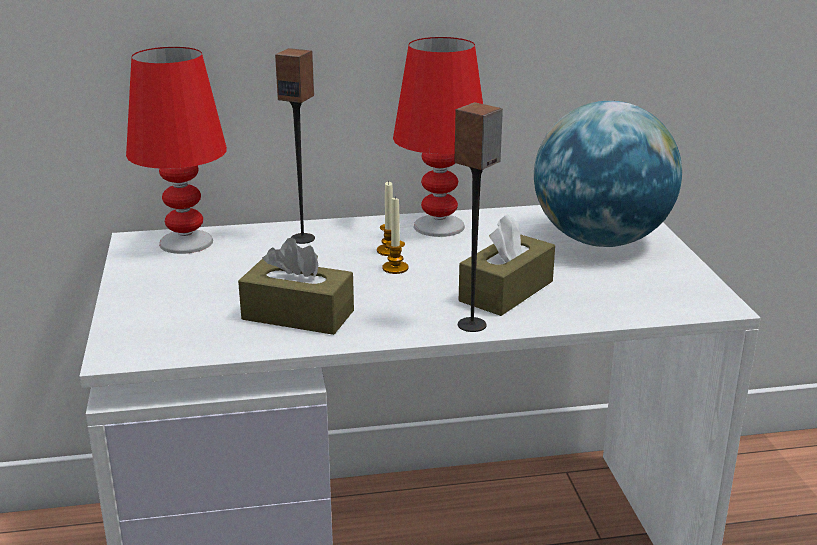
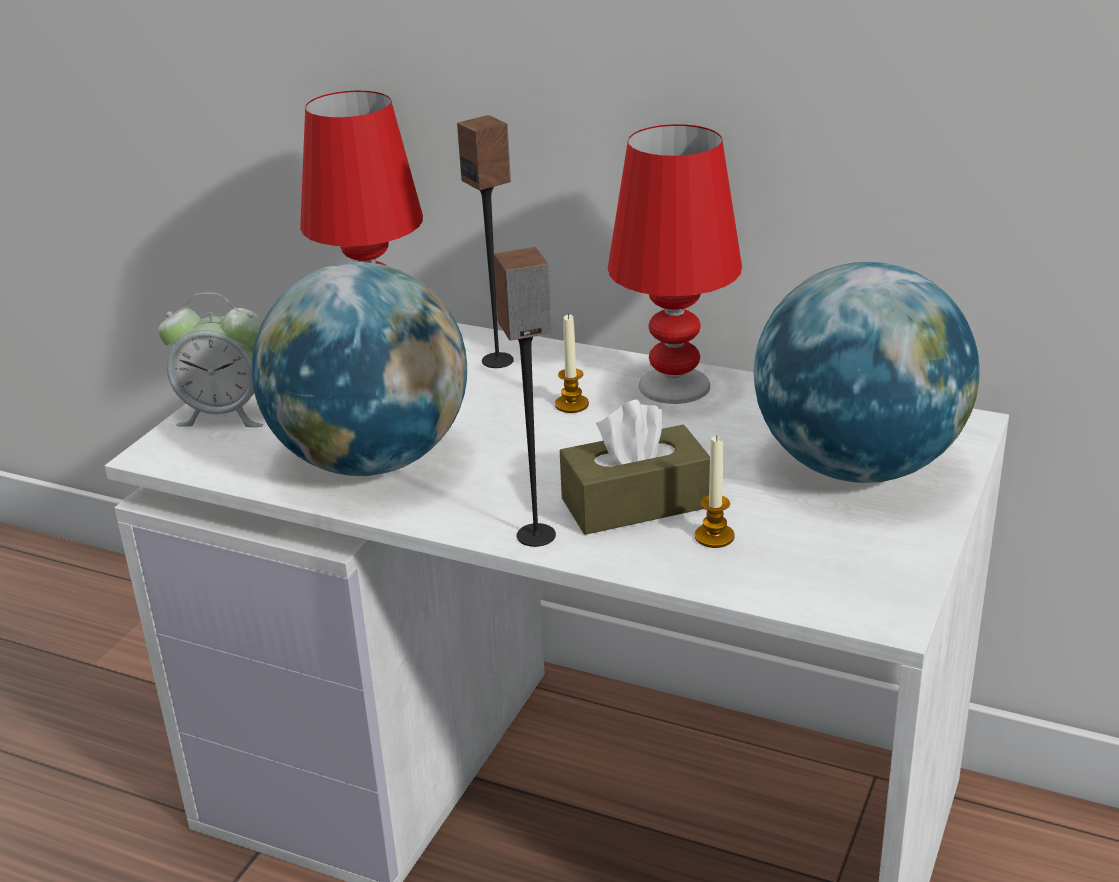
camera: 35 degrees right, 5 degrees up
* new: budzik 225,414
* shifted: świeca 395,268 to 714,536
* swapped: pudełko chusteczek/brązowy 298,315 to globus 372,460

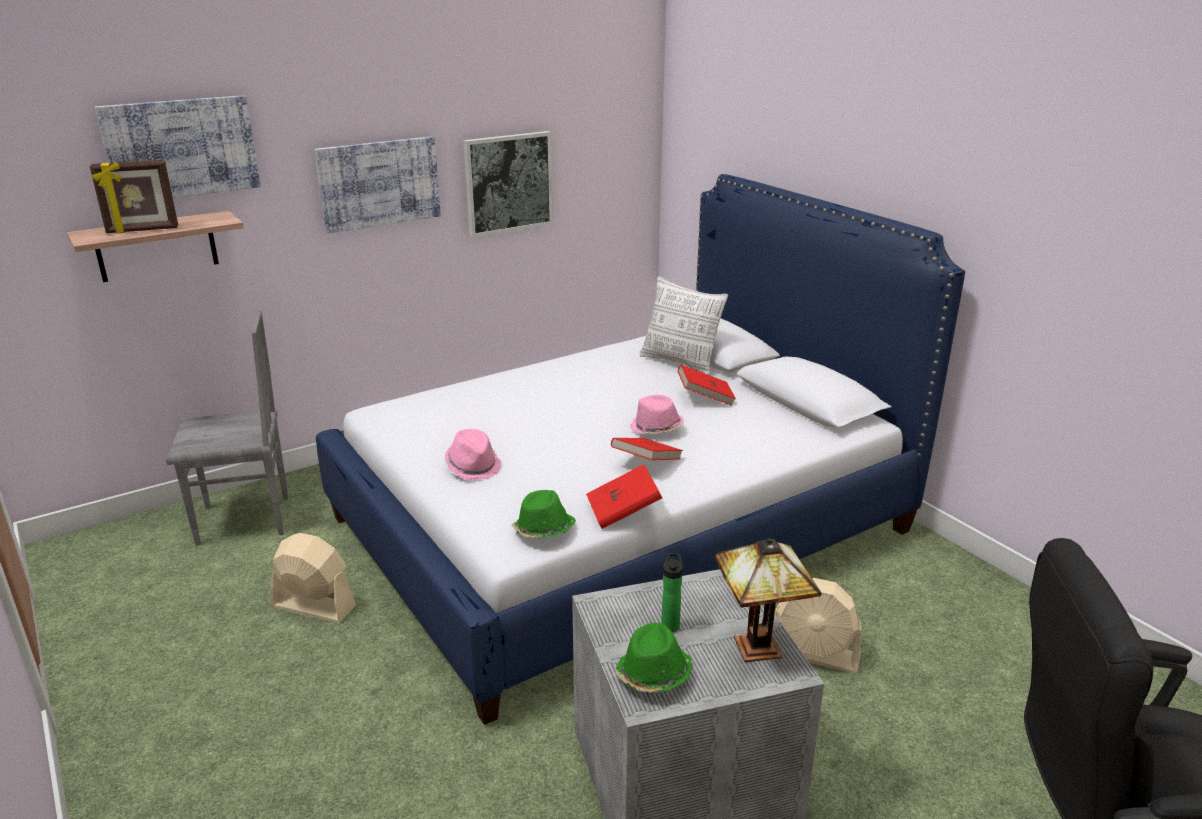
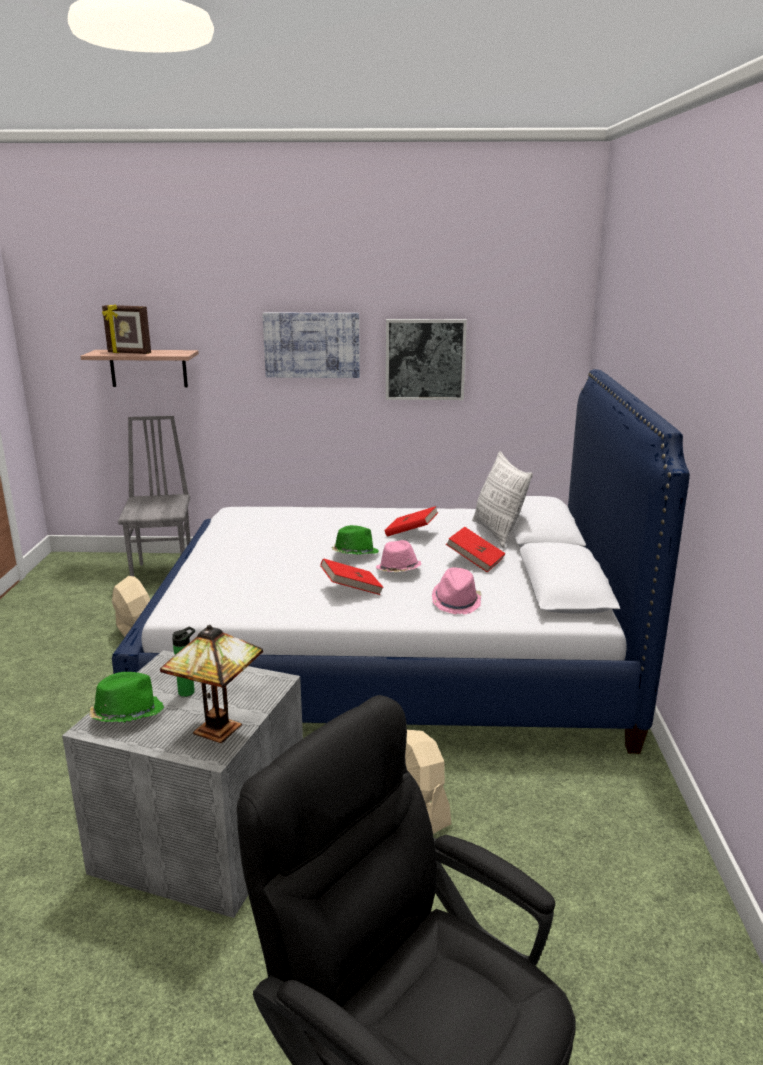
camera: 35 degrees right, 5 degrees down
* gone: obraz 181,148
* shifted: kapelusz/różowy 473,466 to 456,602
* shifted: kapelusz/zielony 543,530 to 354,554
* shifted: książka/czerwony 623,512 to 411,533
* rotated: krzesło/szary 244,521 = 164,574 120 degrees counterclockwise

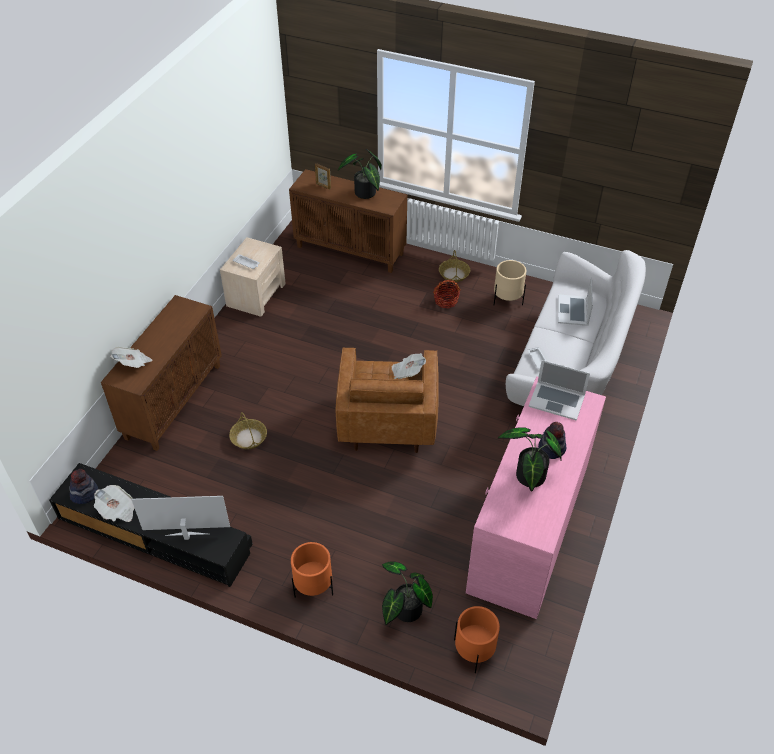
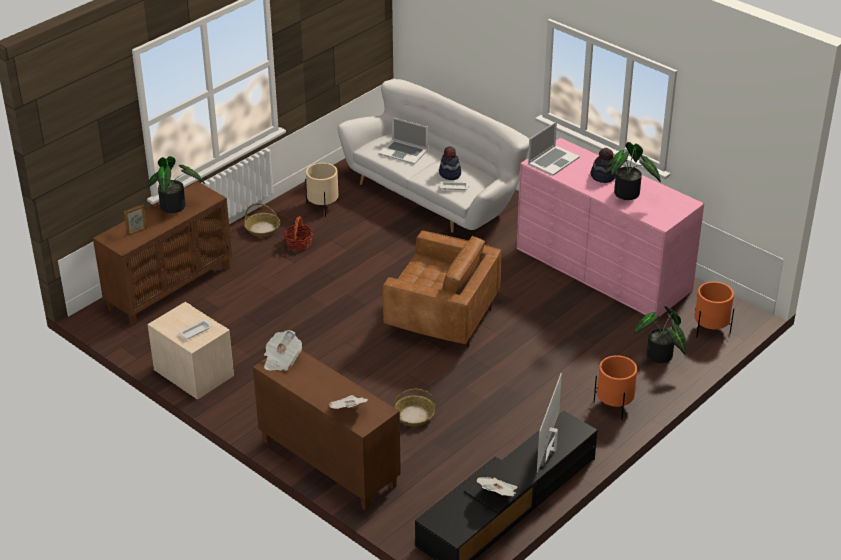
camera: 70 degrees left, 10 degrees down
* shifted: kapelusz 84,494 to 450,174
* shifted: gazeta 407,372 to 281,360

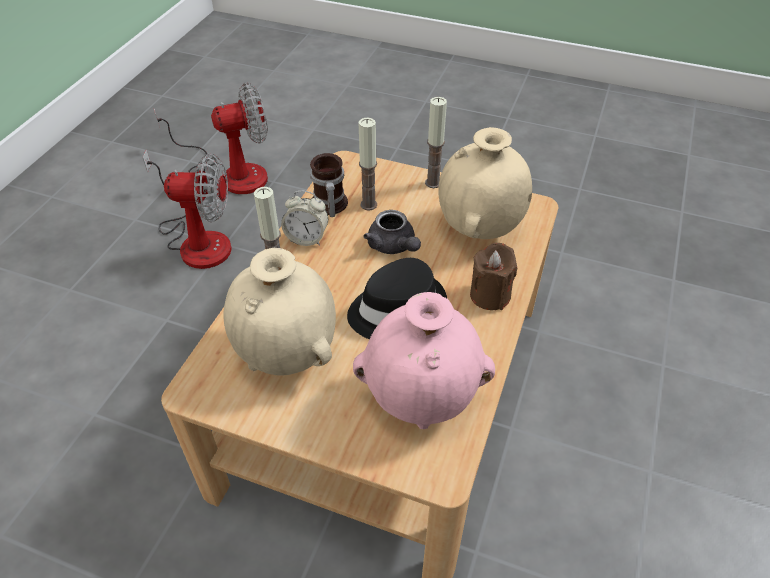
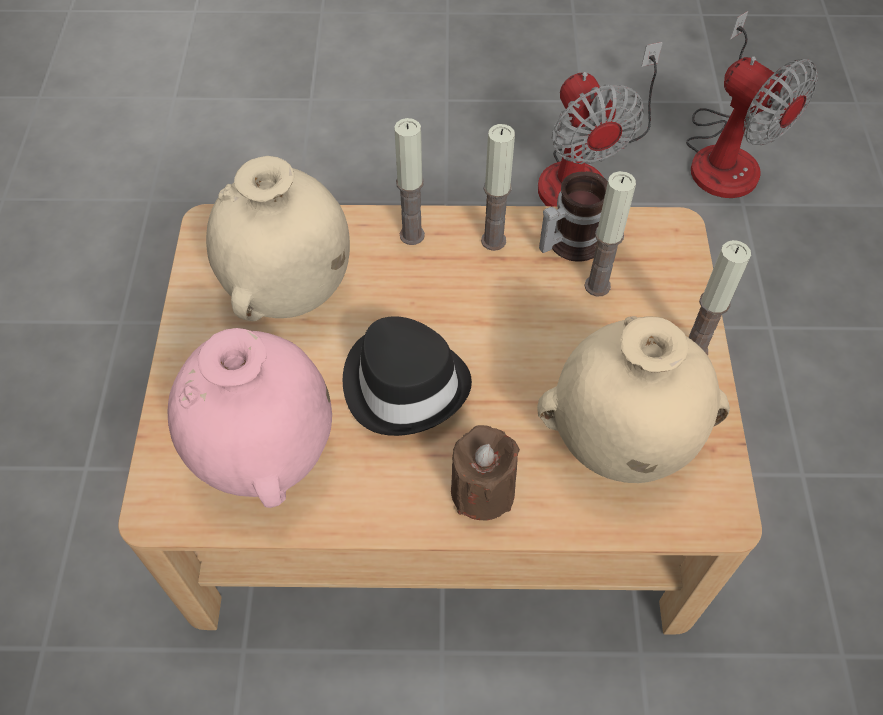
camera: 70 degrees right, 10 degrees up
* gone: imbryk/szary 393,246
* swapped: budzik 307,238 to świeca 493,240

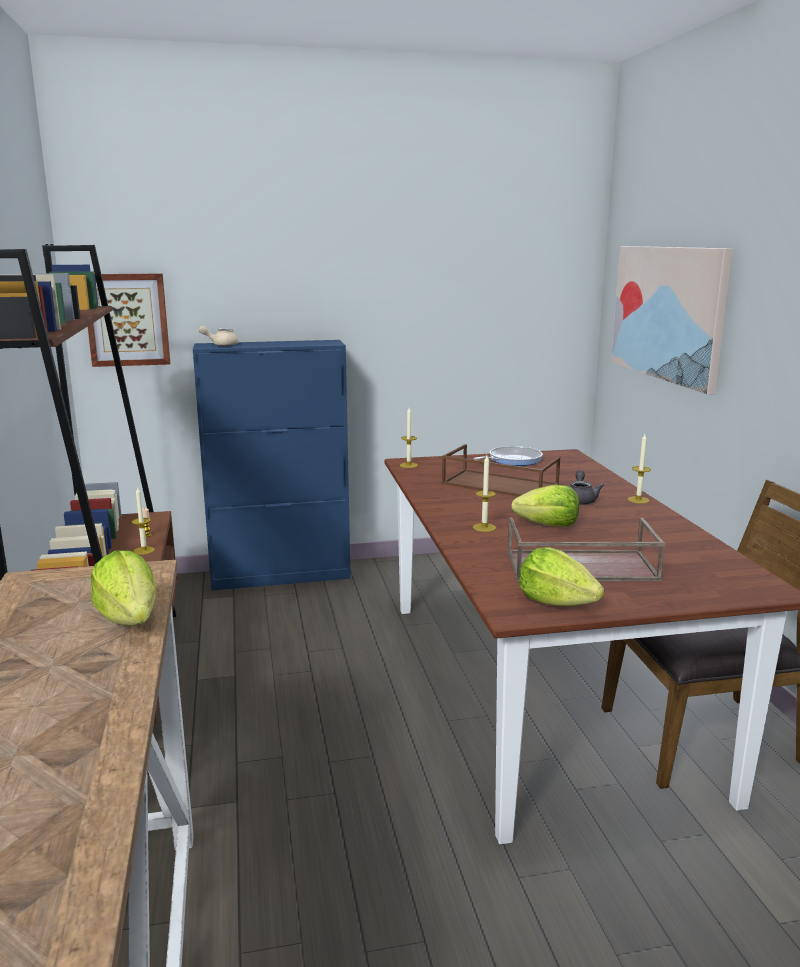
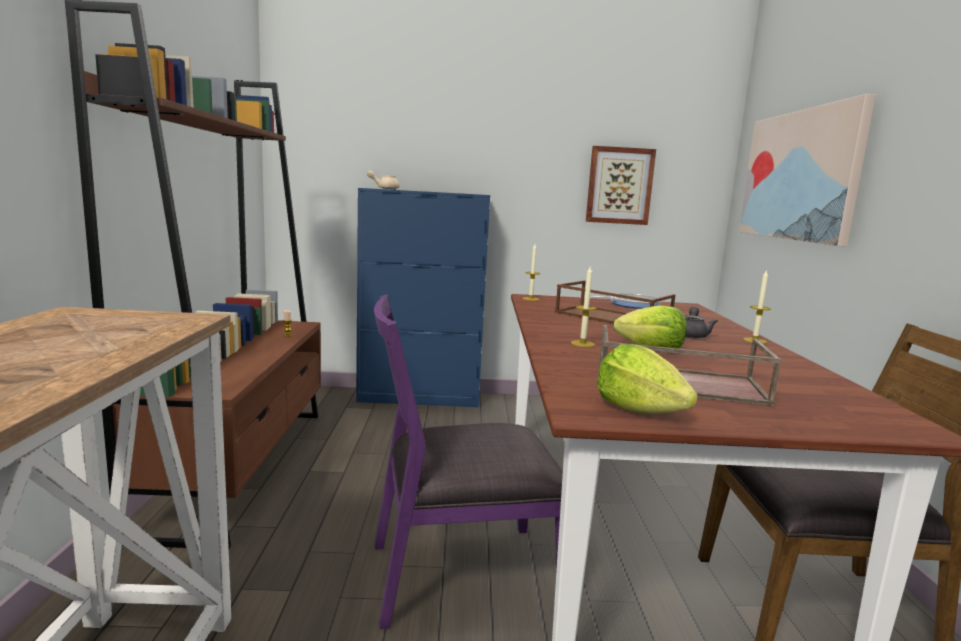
camera: 10 degrees right, 5 degrees down
* gone: sałata 130,619
* gone: świeca 144,550
* new: krzesło/fioletowy 461,574
* shifted: obraz 127,319 to 619,186

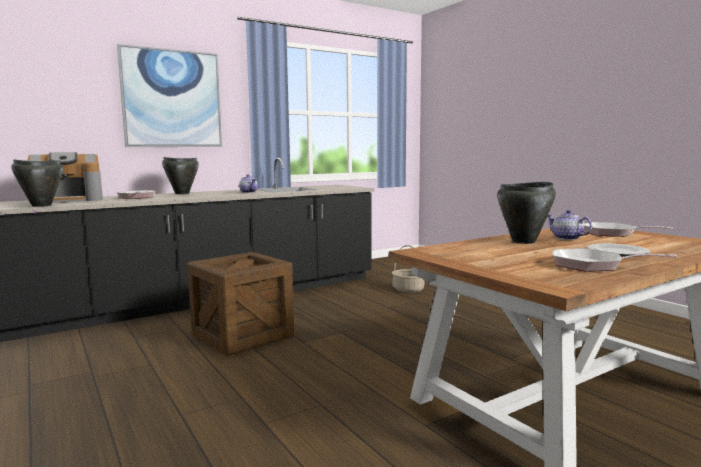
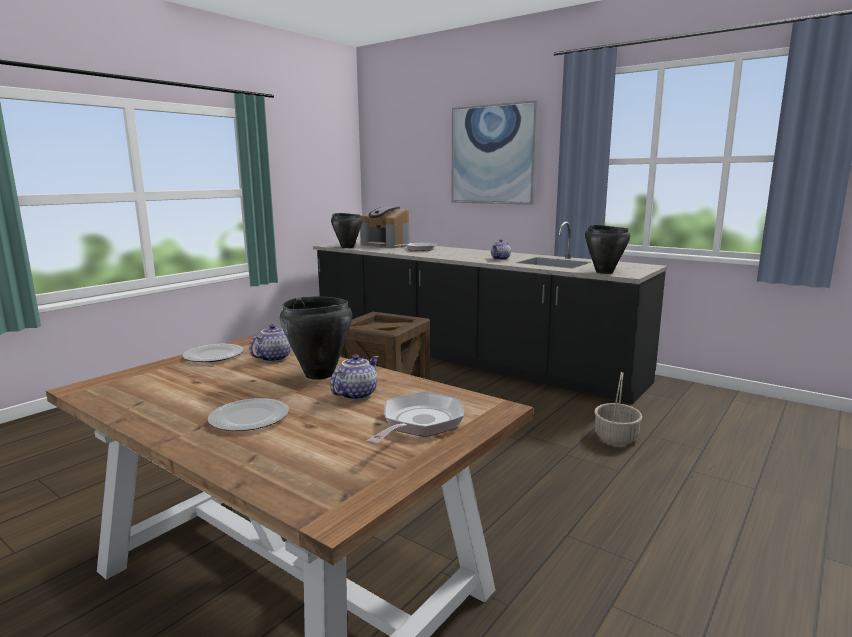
camera: 70 degrees right, 5 degrees up
* gone: patelnia 592,265
* new: talerz 214,355
* new: imbryk 273,358
* shifted: garnek/czarny 182,193 to 604,272

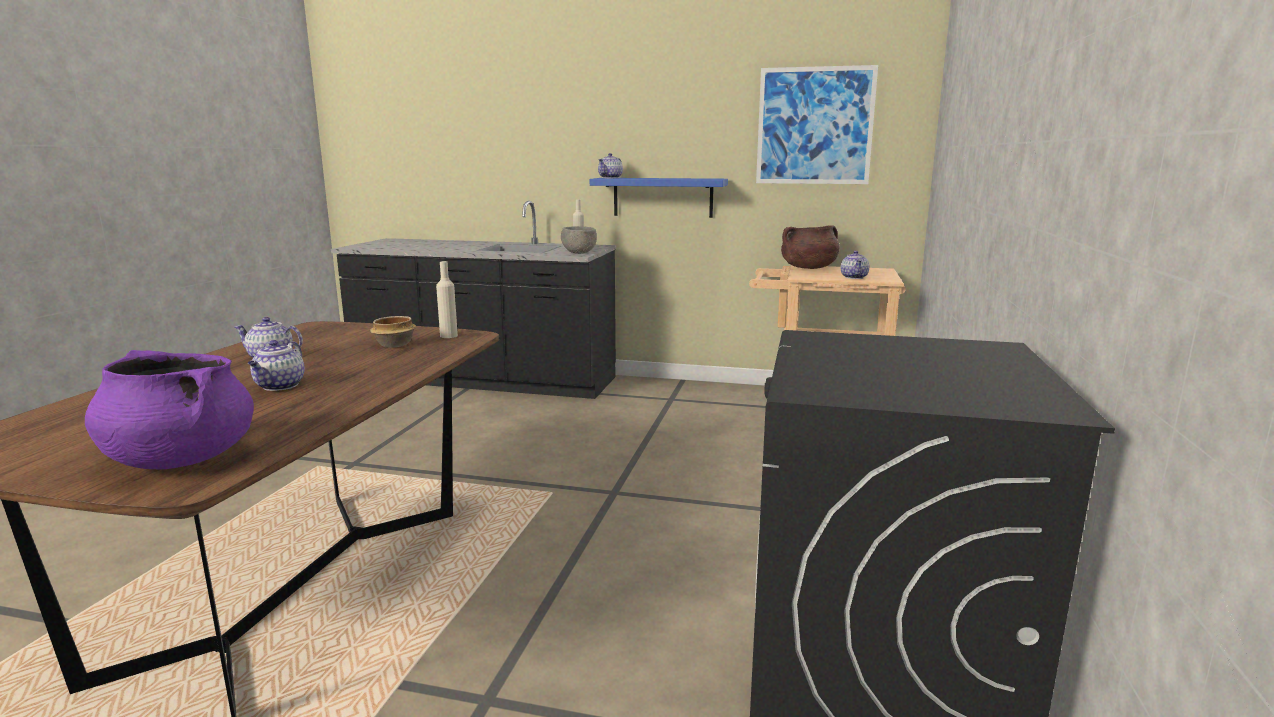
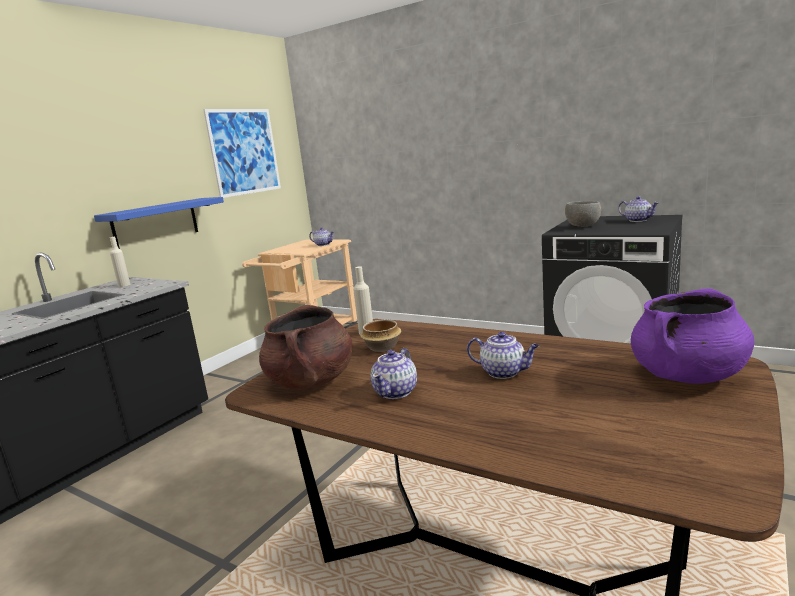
camera: 70 degrees left, 0 degrees up
* shifted: miska/szary 578,253 to 583,226
* shifted: imbryk 610,178 to 637,220
* shifted: garnek/brązowy 808,268 to 311,381

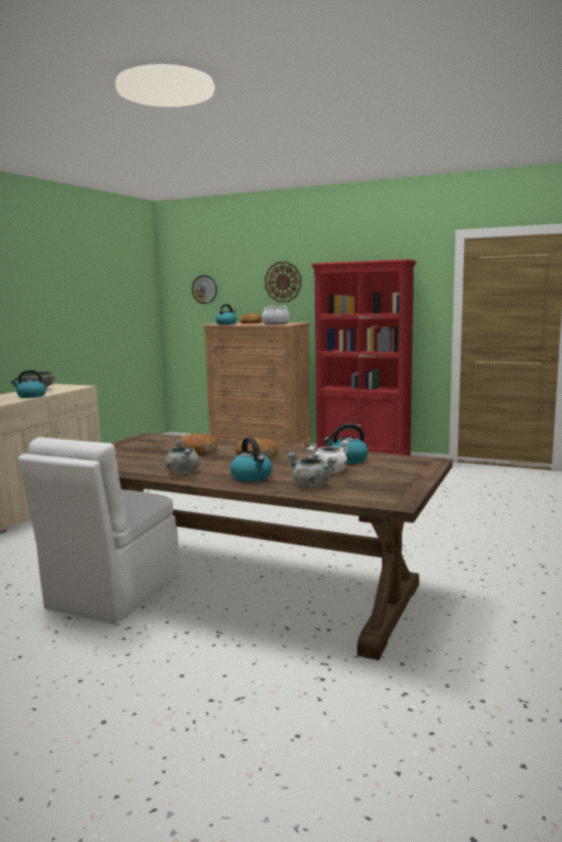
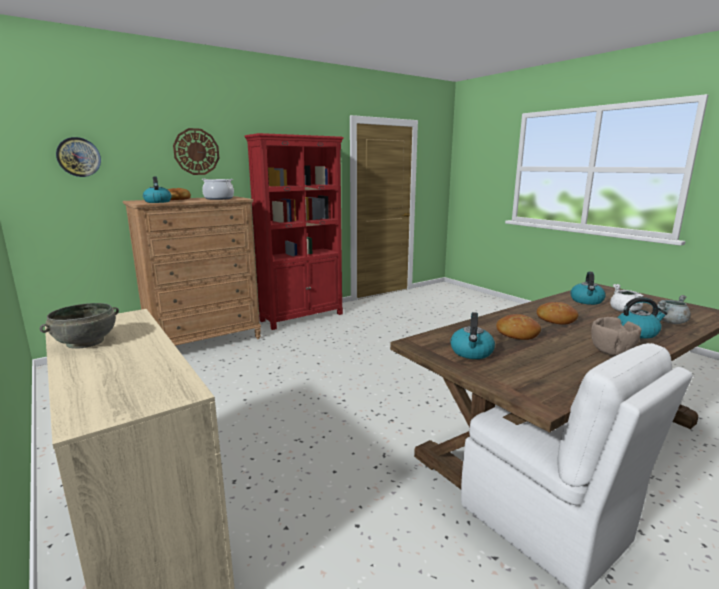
camera: 60 degrees left, 5 degrees up
* shifted: czajnik 31,396 to 472,352
* swapped: garnek/szary 182,472 to miska/brązowy 611,352

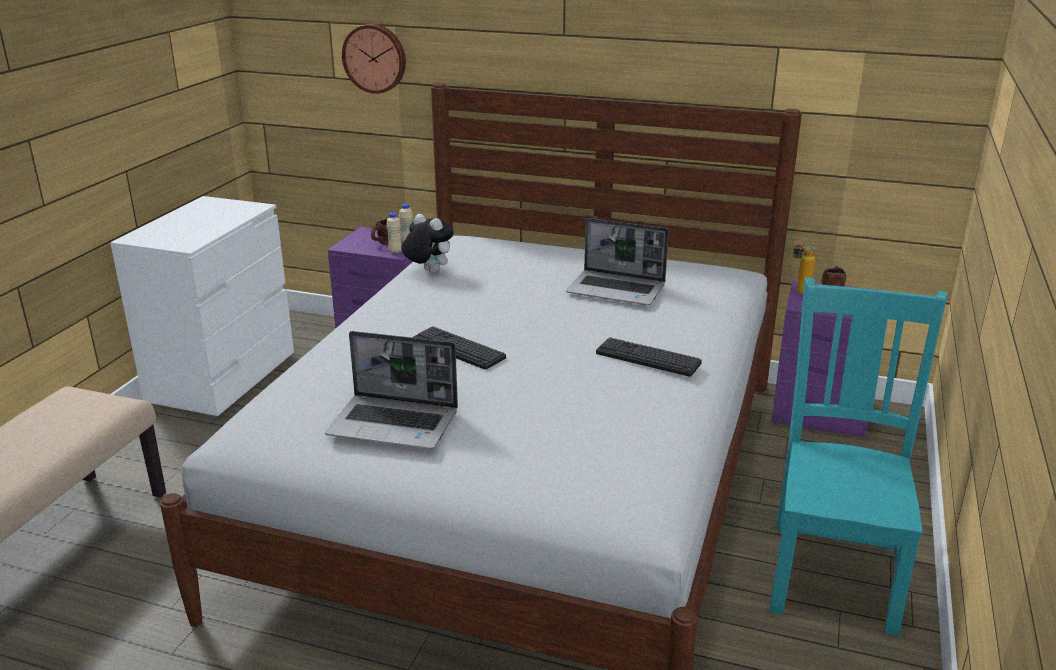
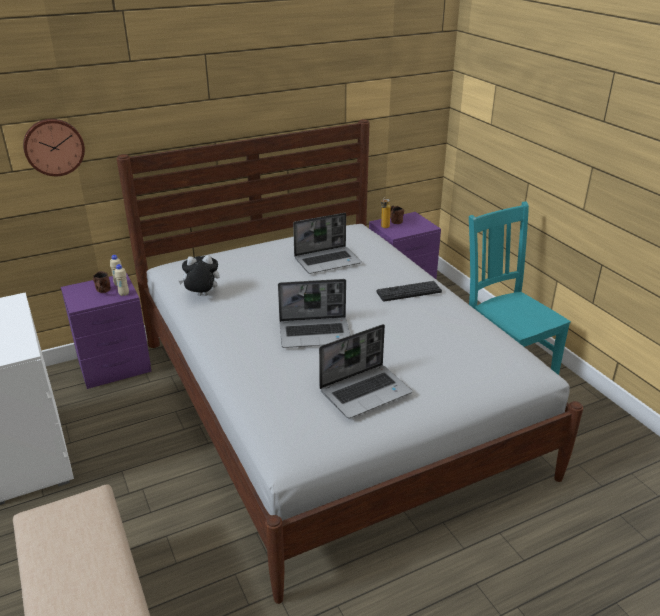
camera: 45 degrees left, 5 degrees up
* swapped: klawiatura 458,349 to laptop 315,333

